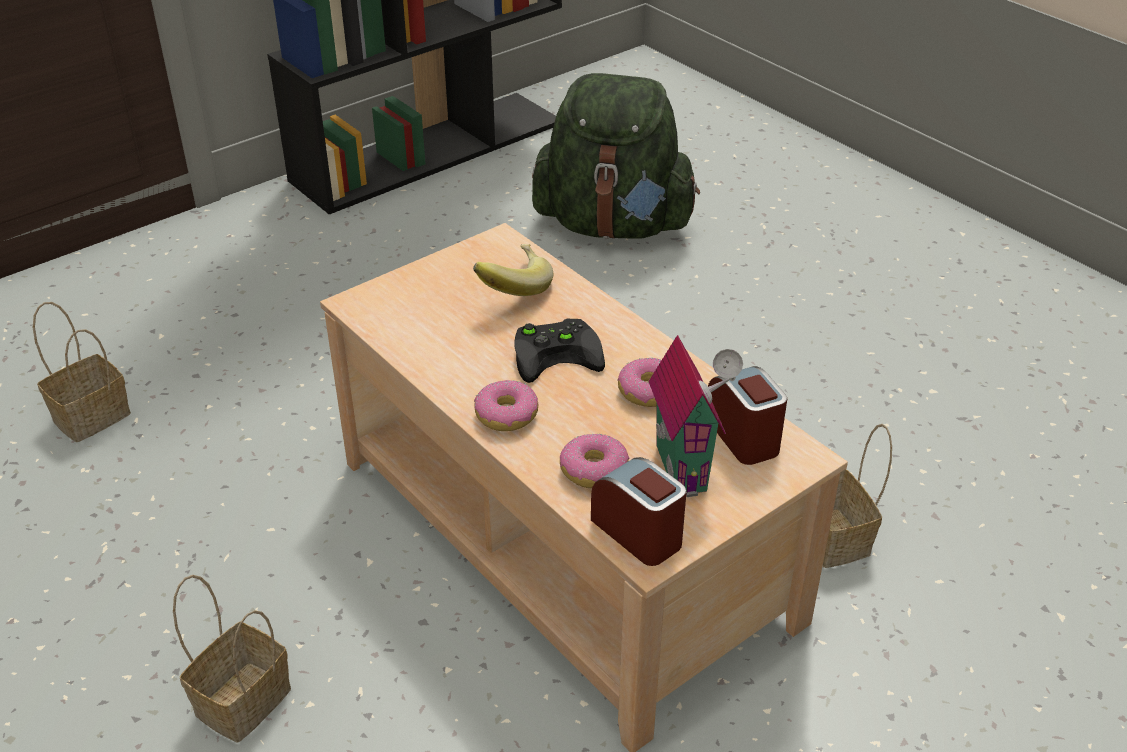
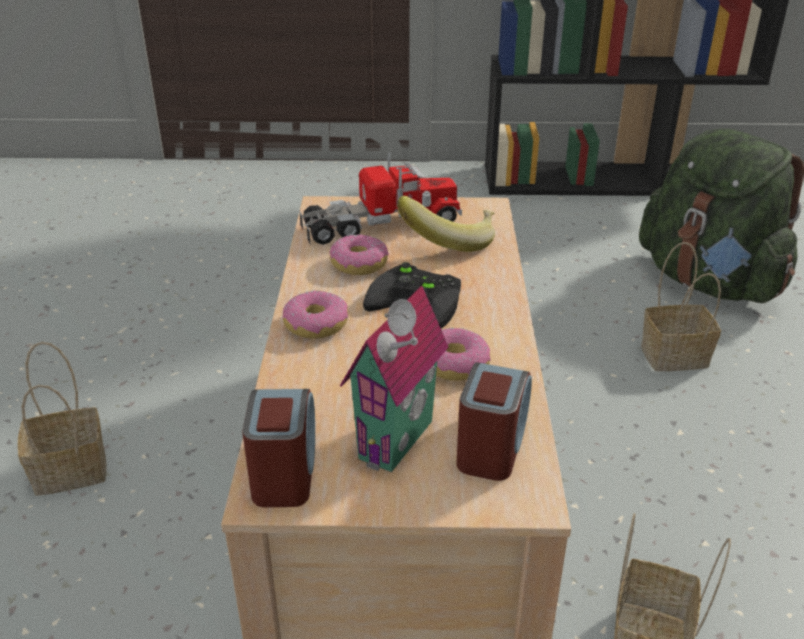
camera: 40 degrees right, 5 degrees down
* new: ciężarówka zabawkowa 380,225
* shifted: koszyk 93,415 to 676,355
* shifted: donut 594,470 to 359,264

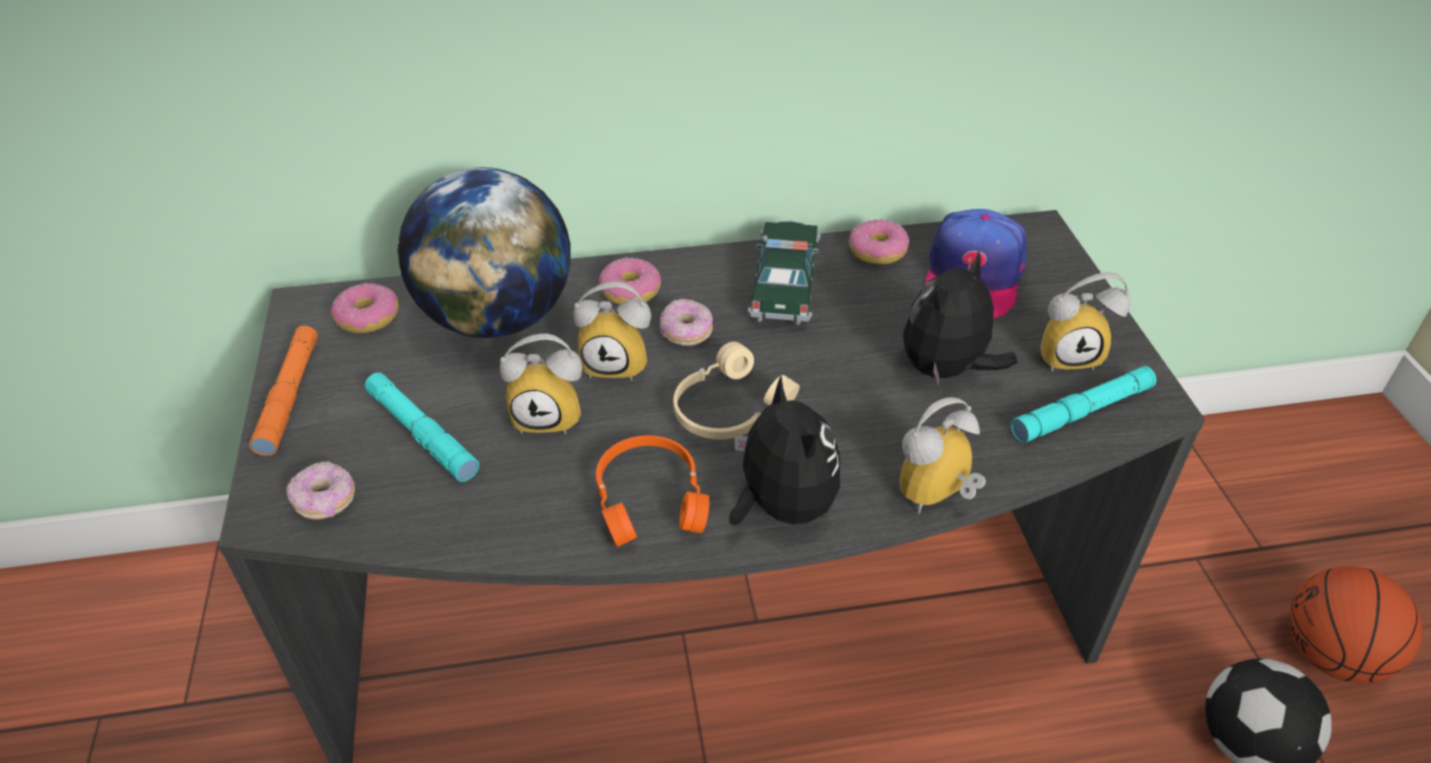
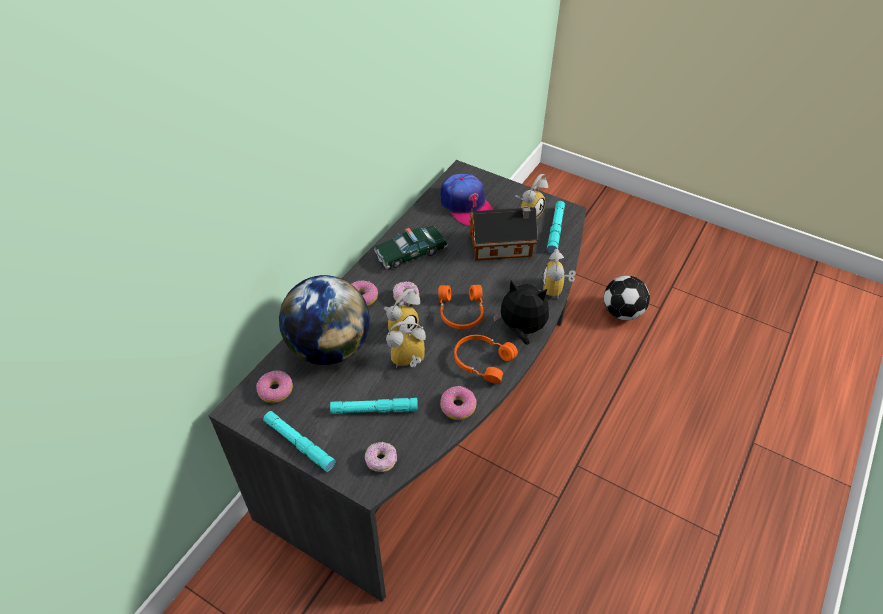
camera: 50 degrees left, 5 degrees up
* gone: piłka do koszykówki 1332,655
* shifted: donut 877,251 to 457,406
* swapped: pluszak 946,370 to domek 503,245
* repainted: latarka/pomarańczowy 289,396 to latarka/turkusowy 299,444
* repainted: słuchawki/beżowy 728,409 to słuchawki/pomarańczowy 460,312
* rotated: budzik 550,415 = 408,364 150 degrees counterclockwise
* rotated: samochodzik 784,283 = 410,253 75 degrees counterclockwise

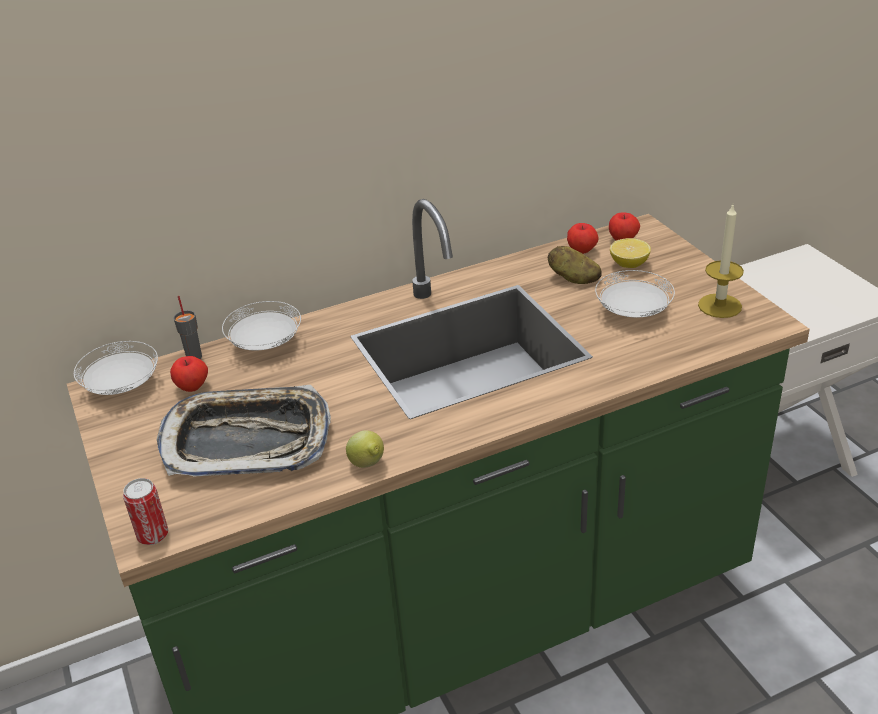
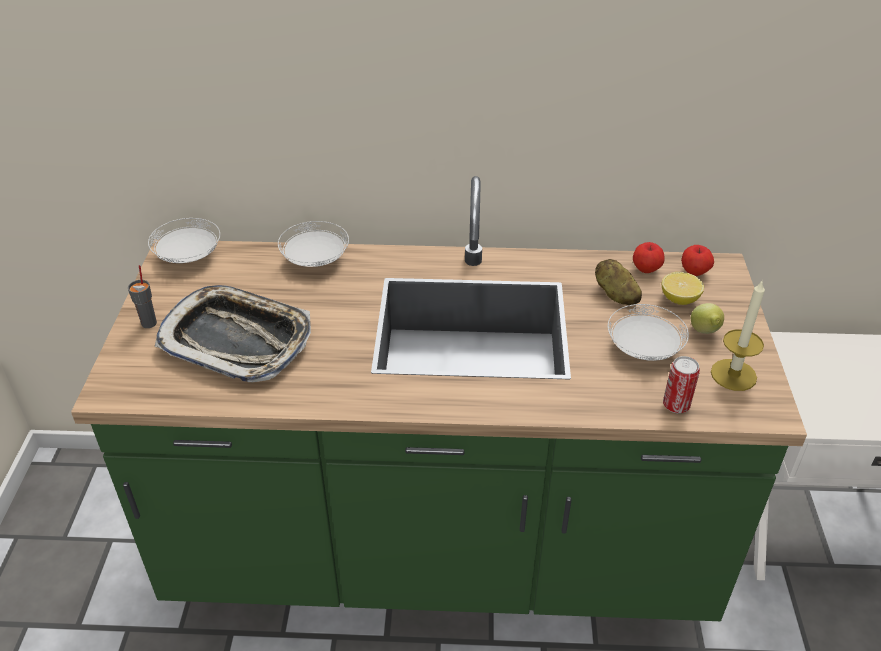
camera: 25 degrees right, 5 degrees up
* gone: jabłko 192,387
* shifted: puszka 153,535 to 676,405
* shifted: filiżanka/szary 194,356 to 149,323
* shifted: cytryna 368,465 to 704,332

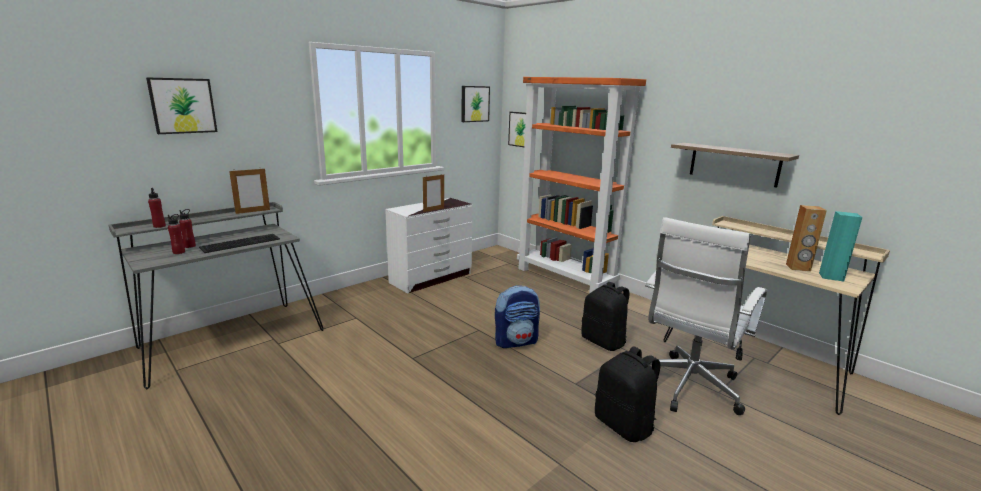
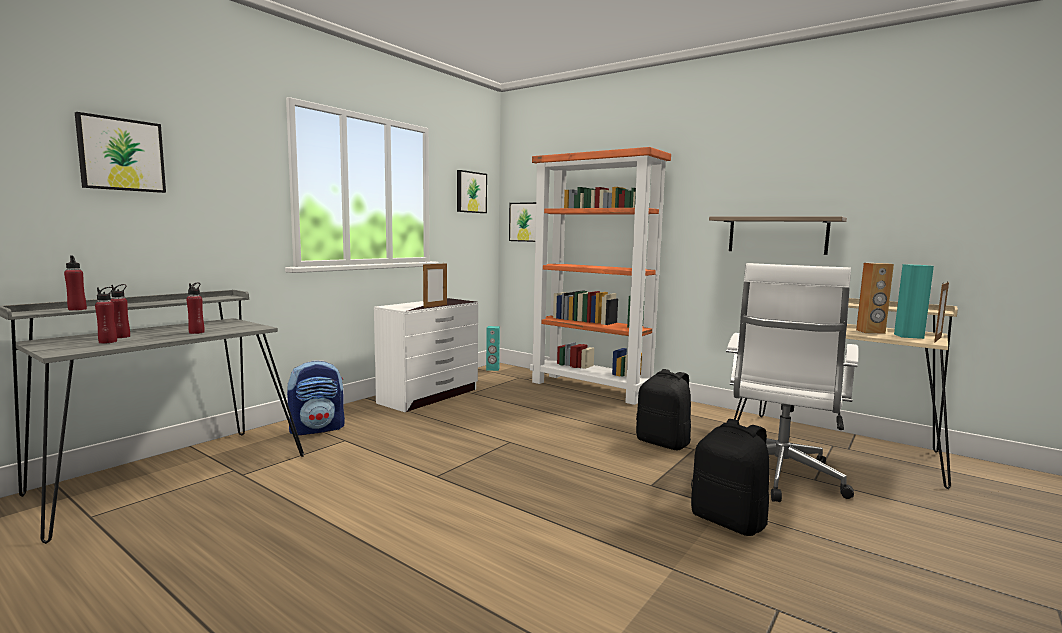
camera: 10 degrees left, 10 degrees down
* new: głośnik/turkusowy 492,369
* shifted: ramka na zdjęcie 253,211 to 937,339
* shifted: plecak 516,341 to 317,429
* swapped: klawiatura 241,242 to butelka/czerwony 196,332

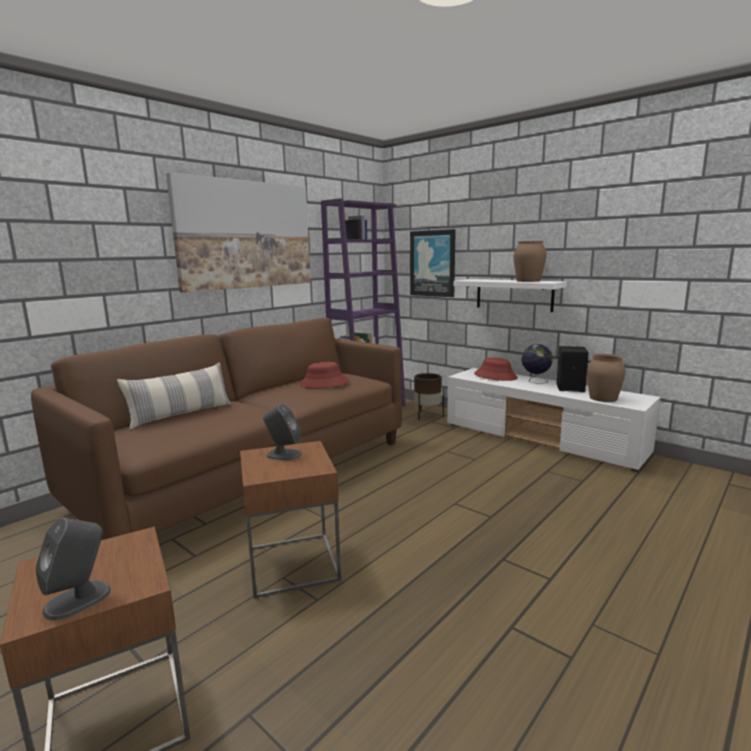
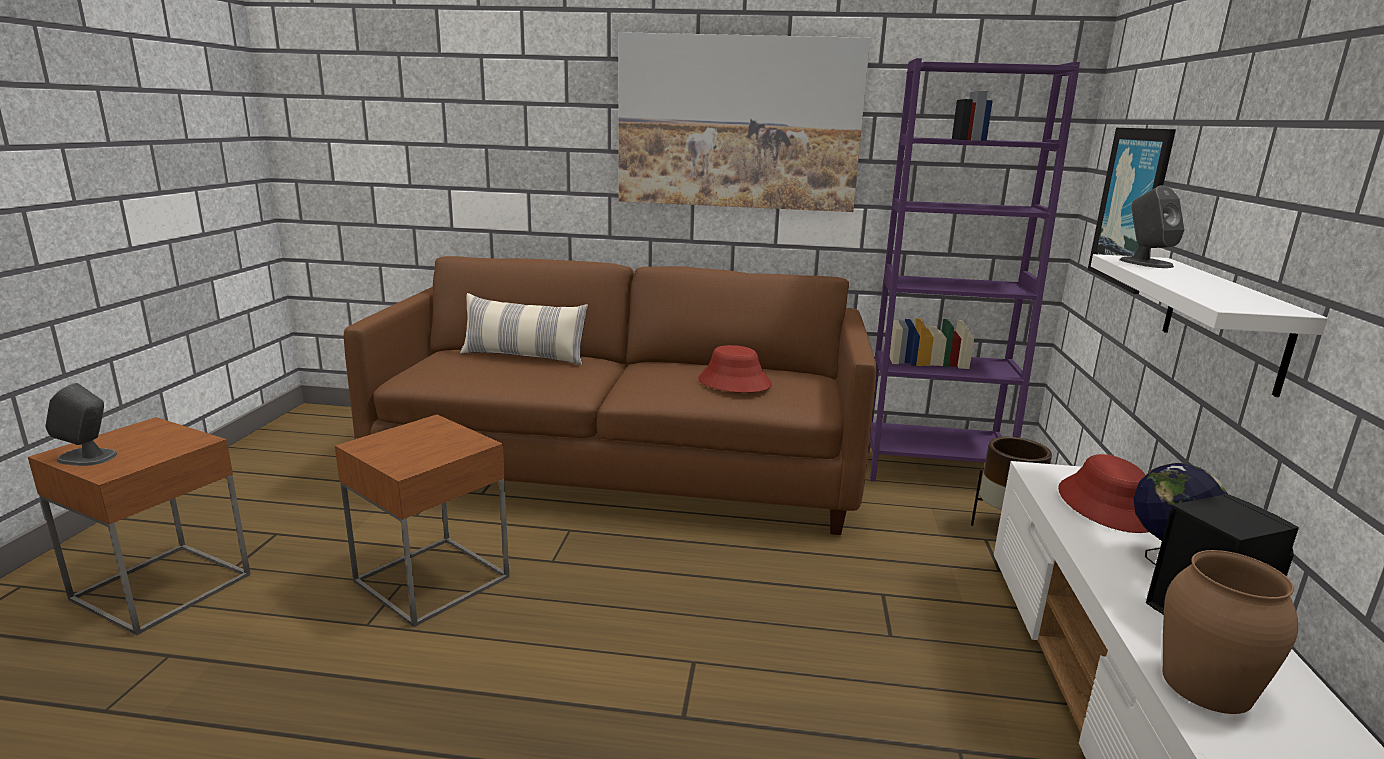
camera: 55 degrees right, 5 degrees up
* gone: wazon/brązowy 528,281
* shifted: głośnik/szary 283,454 to 1145,263

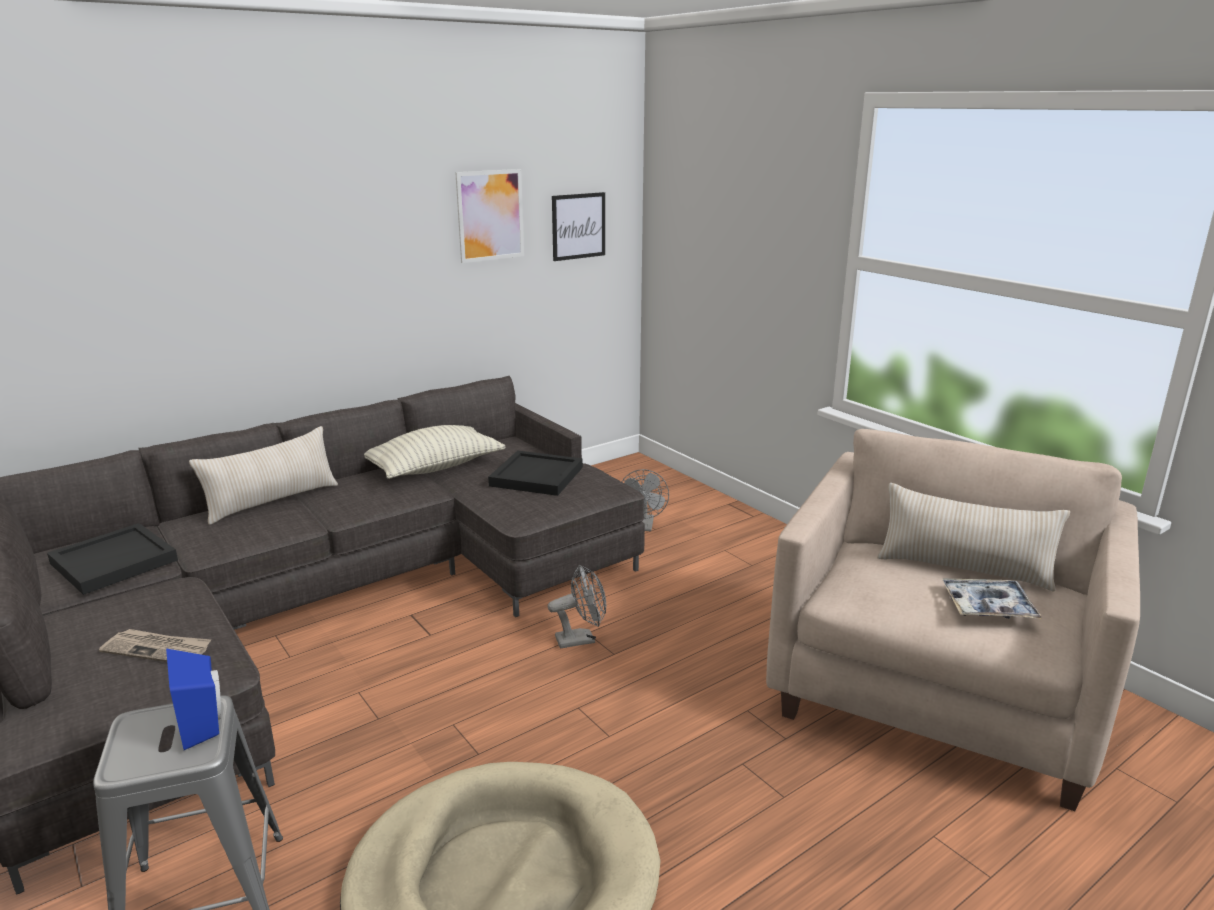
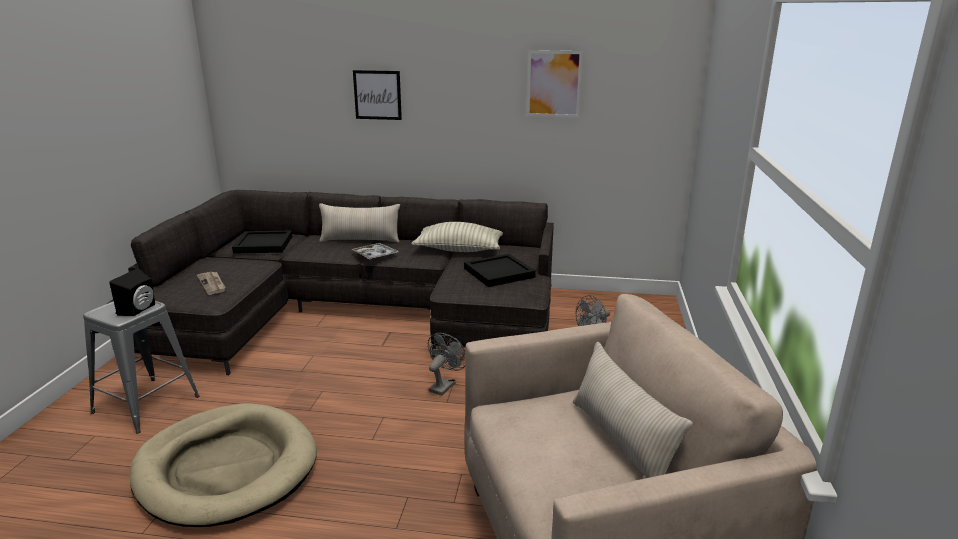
camera: 45 degrees right, 0 degrees up
* shifted: obraz 578,226 to 377,95
* shifted: taca 988,607 to 375,255
* repainted: głośnik/niebieski 204,722 to głośnik/czarny 140,310
* rotated: wentylator/szary 581,639 = 444,385 90 degrees counterclockwise

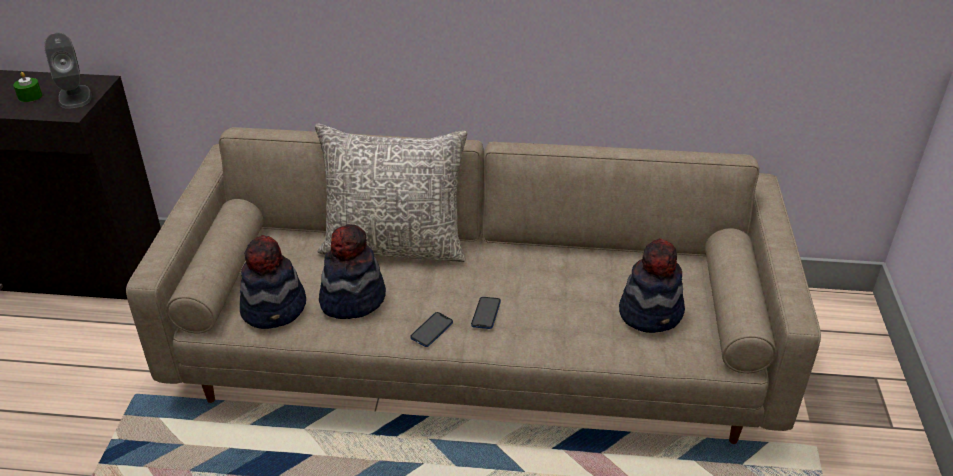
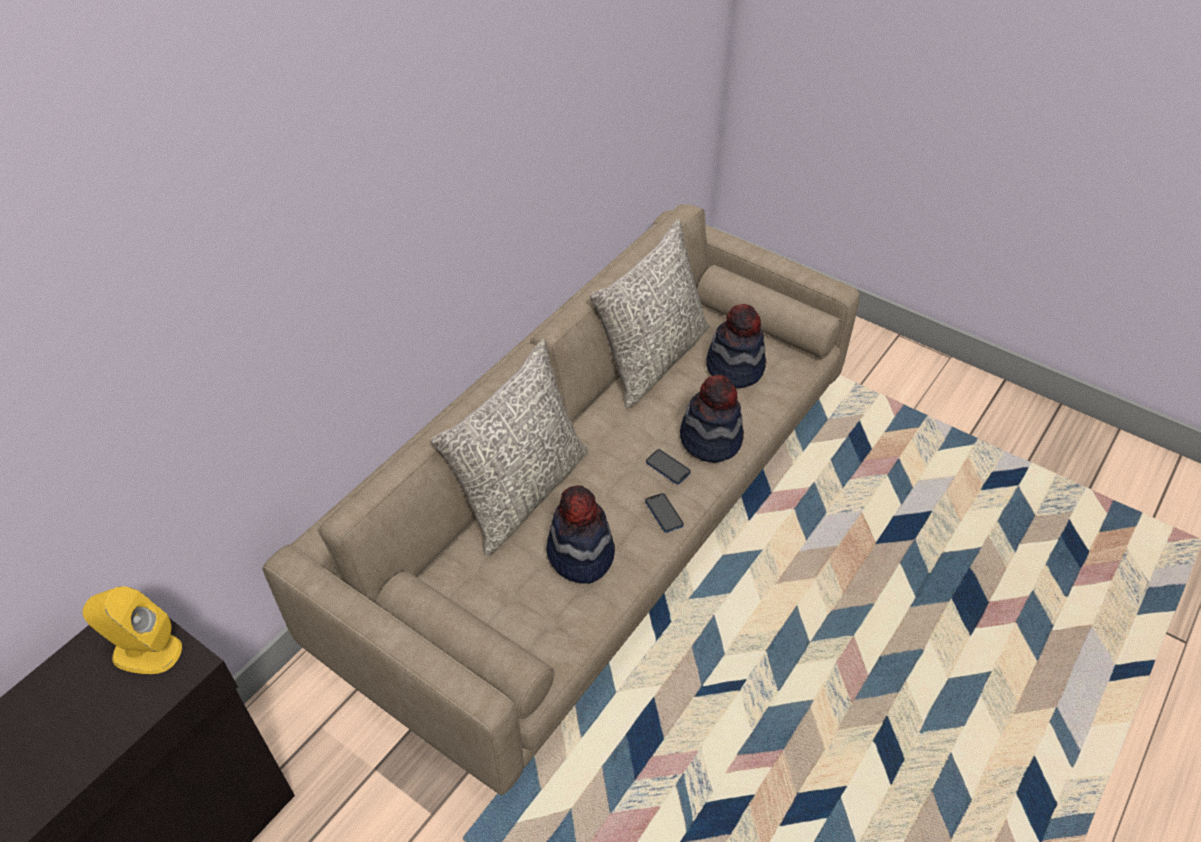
camera: 60 degrees left, 10 degrees up
* gone: świeca/zielony 30,96
* new: poduszka/szary 652,359
* shifted: kapelusz 275,308 to 711,439
* repainted: głośnik/szary 75,97 to głośnik/żółty 146,651

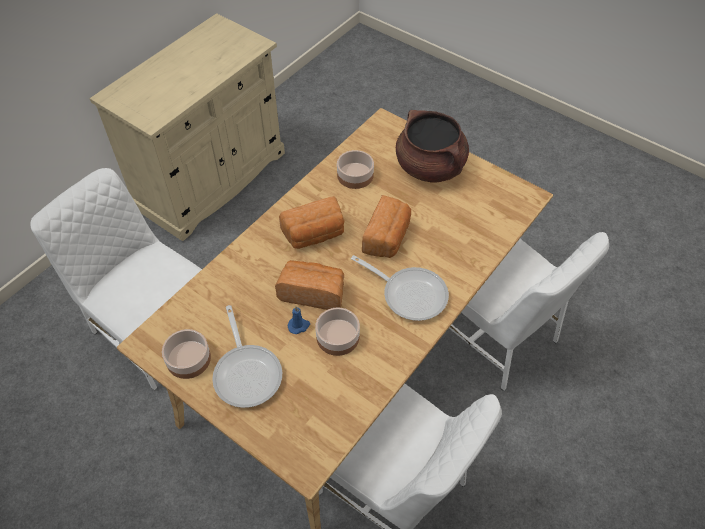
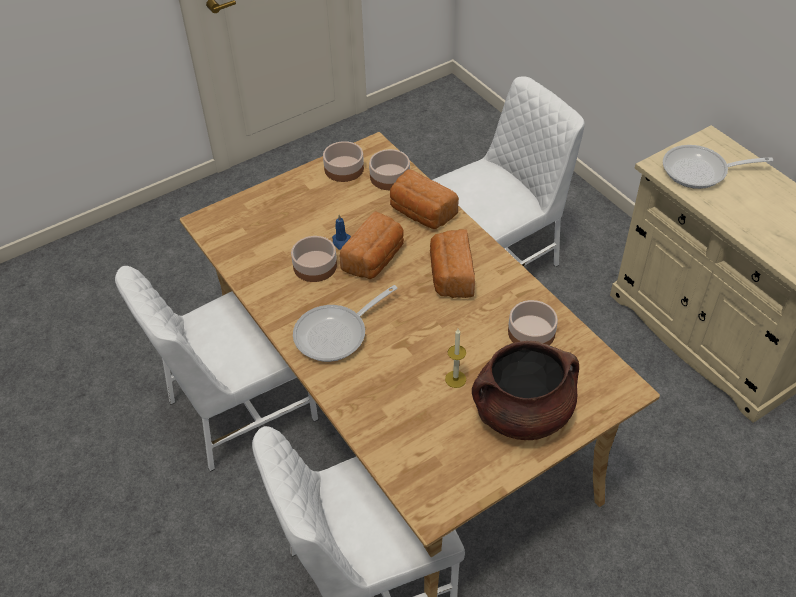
camera: 110 degrees right, 5 degrees down
* new: miska 389,176
* new: świeca 455,379
* shifted: patelnia 247,372 to 700,171
* shifted: chleb 387,238 to 421,213

